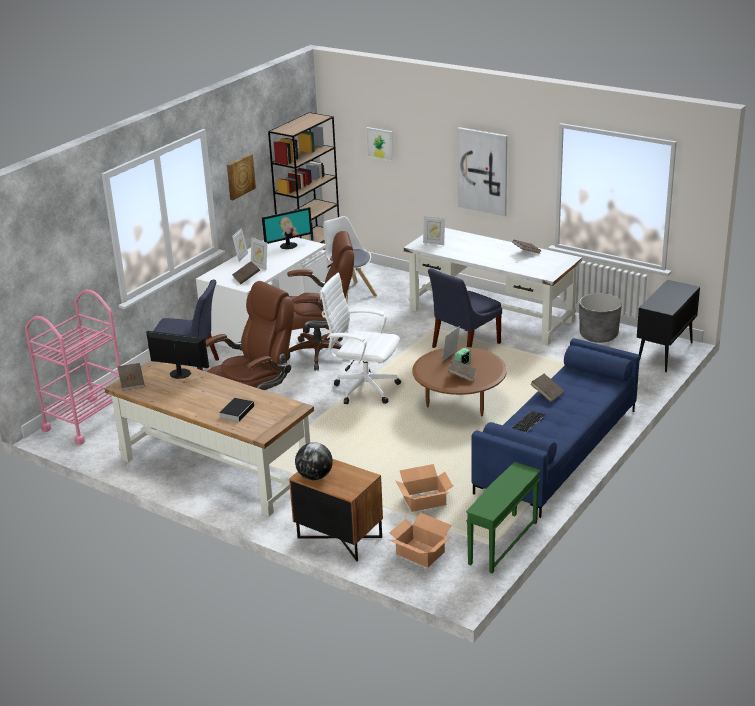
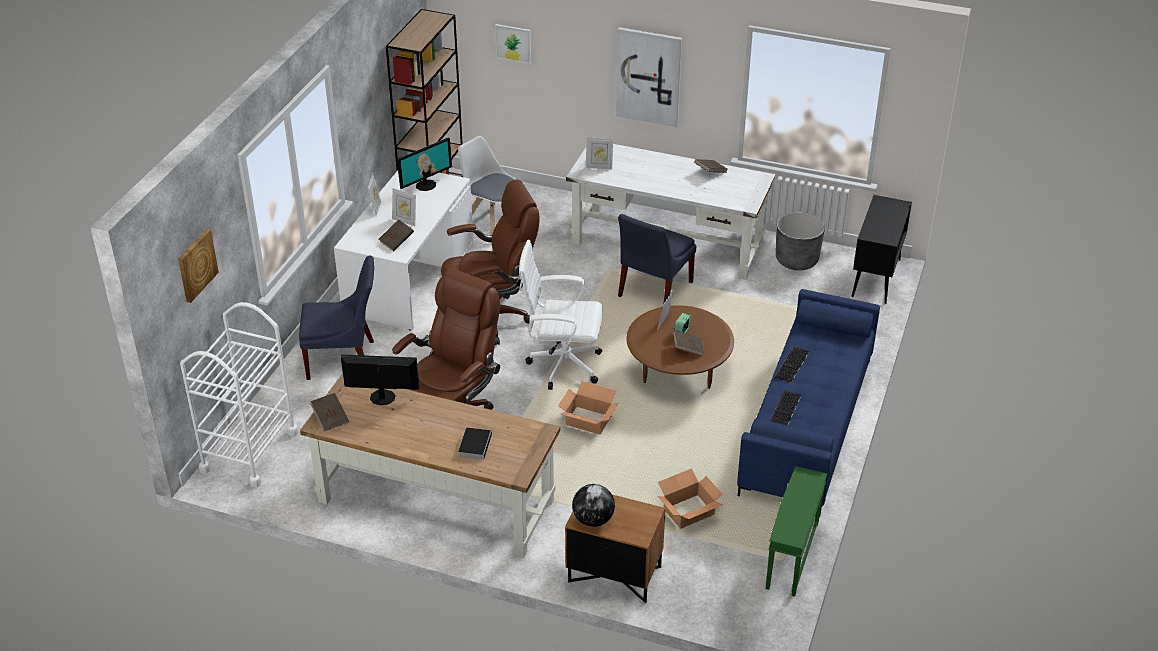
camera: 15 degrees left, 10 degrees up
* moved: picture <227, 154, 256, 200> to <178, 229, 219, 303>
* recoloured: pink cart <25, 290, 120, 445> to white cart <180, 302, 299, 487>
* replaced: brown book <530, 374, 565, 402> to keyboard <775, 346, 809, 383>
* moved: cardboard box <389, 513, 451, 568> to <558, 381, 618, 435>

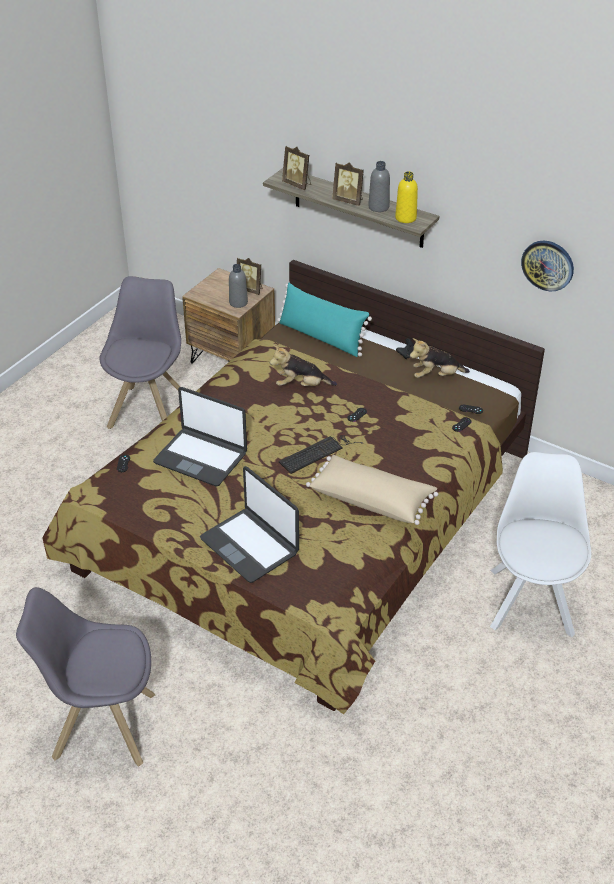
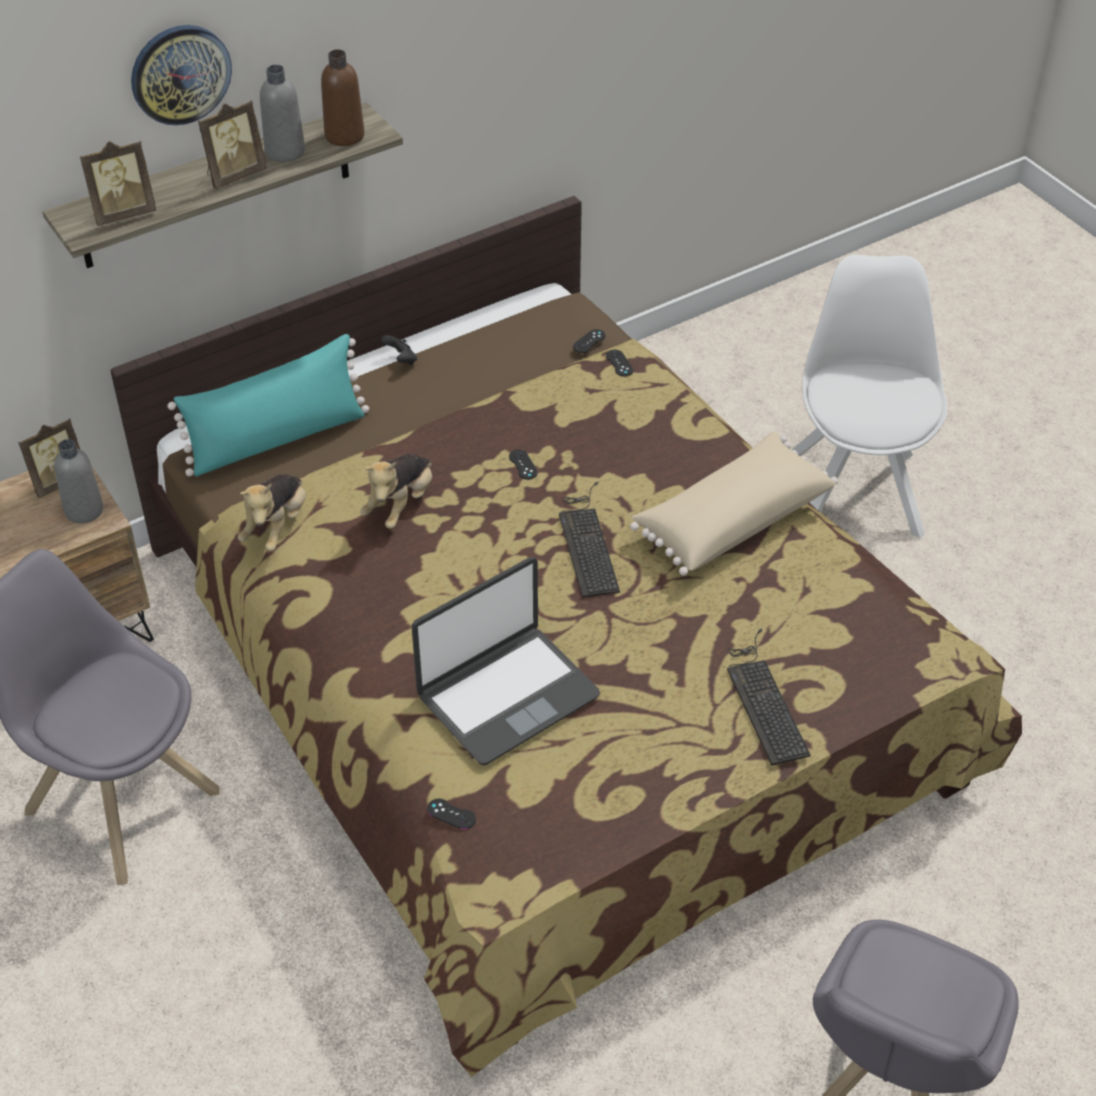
camera: 65 degrees left, 5 degrees up
* recoloured: yellow bottle <395, 171, 418, 223> to brown bottle <321, 49, 365, 146>
* moved: wall clock <521, 241, 574, 292> to <131, 25, 232, 125>
* moved: plush toy <410, 338, 470, 378> to <238, 474, 306, 552>
* turned: white chair <490, 452, 591, 638> = <791, 255, 948, 539> 60 degrees clockwise
* replaced: laptop <200, 466, 299, 583> to keyboard <727, 628, 811, 766>

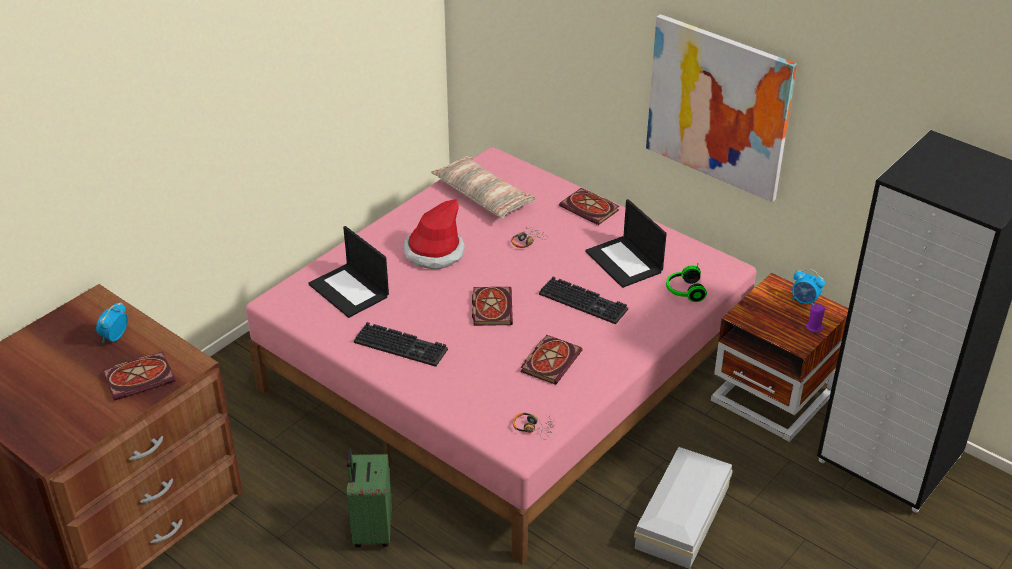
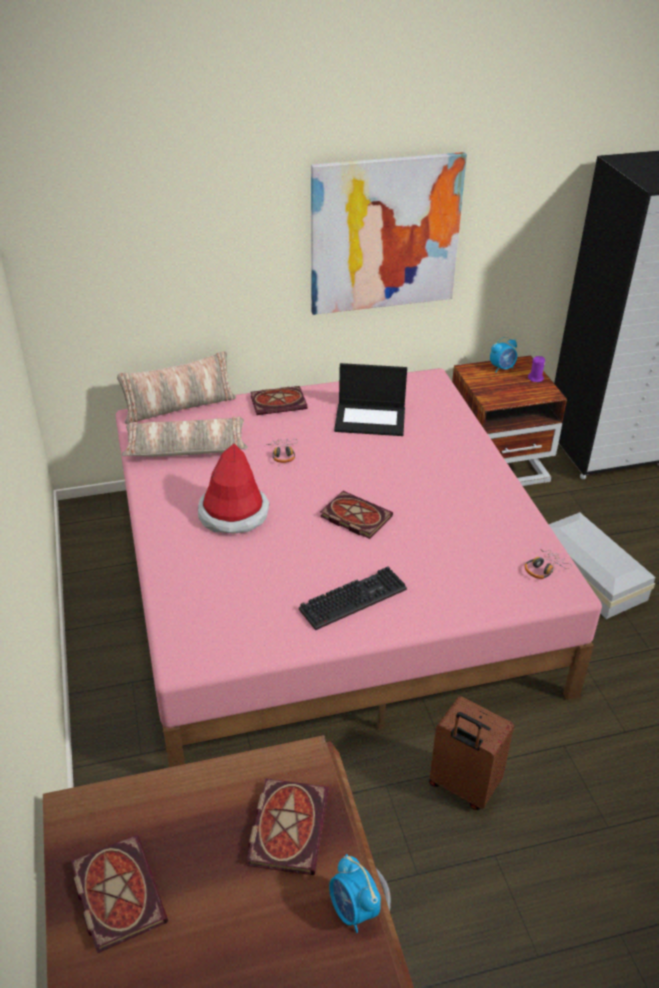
camera: 55 degrees left, 0 degrees up
* removed: laptop <308, 226, 389, 318>
* removed: headphones <666, 264, 707, 302>
* removed: keyboard <539, 276, 628, 324>
* moved: alarm clock <96, 302, 128, 344> to <329, 854, 381, 933>
* moved: book <520, 335, 582, 385> to <71, 835, 168, 953>
* recoloured: green suitcase <347, 448, 392, 547> to brown suitcase <429, 696, 514, 810>
* added: pillow <117, 351, 236, 424>

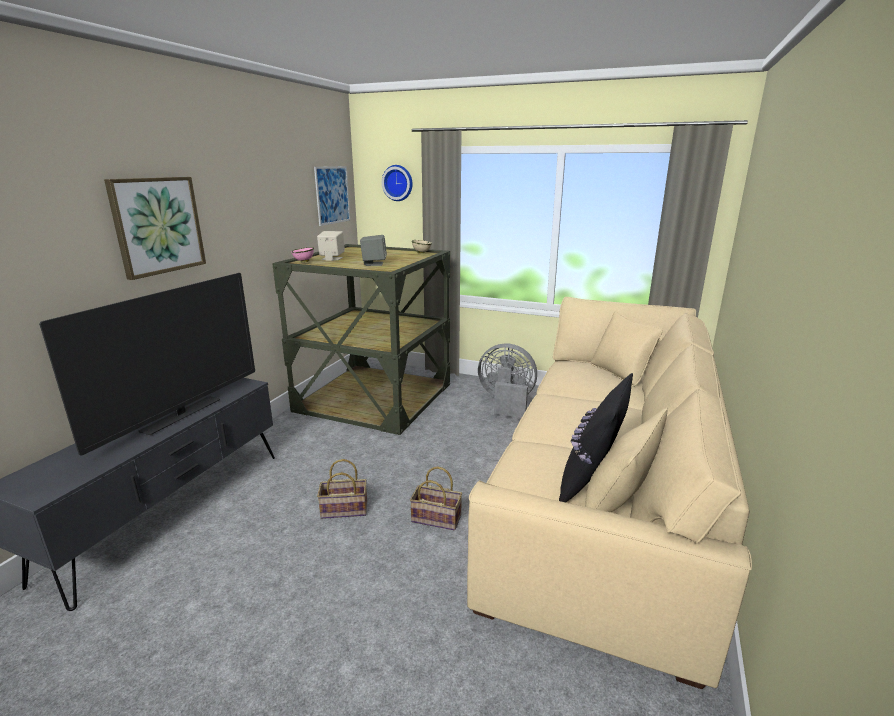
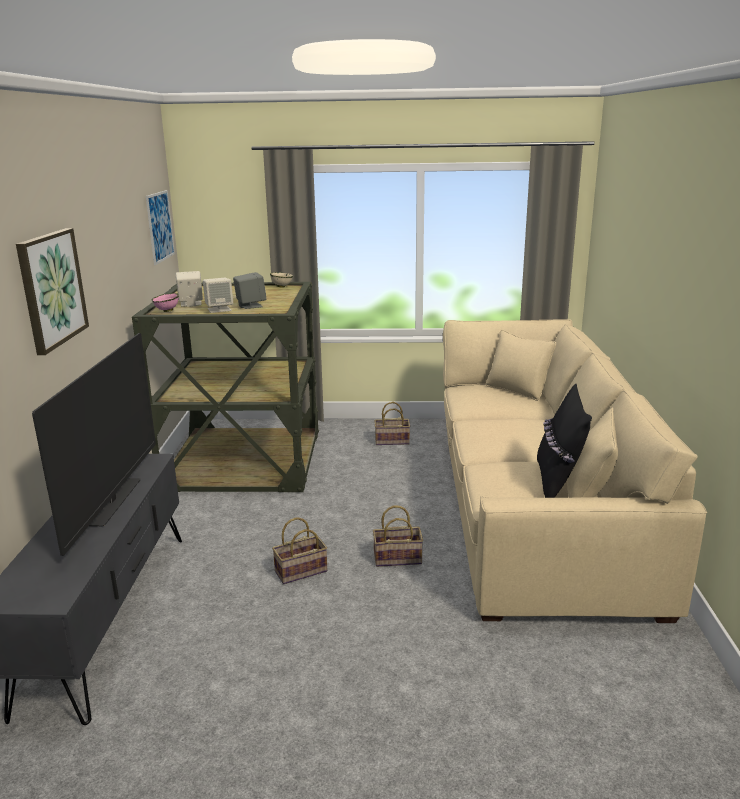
camera: 20 degrees left, 0 degrees up
* removed: wall clock <382, 165, 413, 201>
* replaced: grey fan <478, 343, 537, 418> to basket <374, 402, 410, 445>
* added: beige speaker <203, 278, 233, 313>

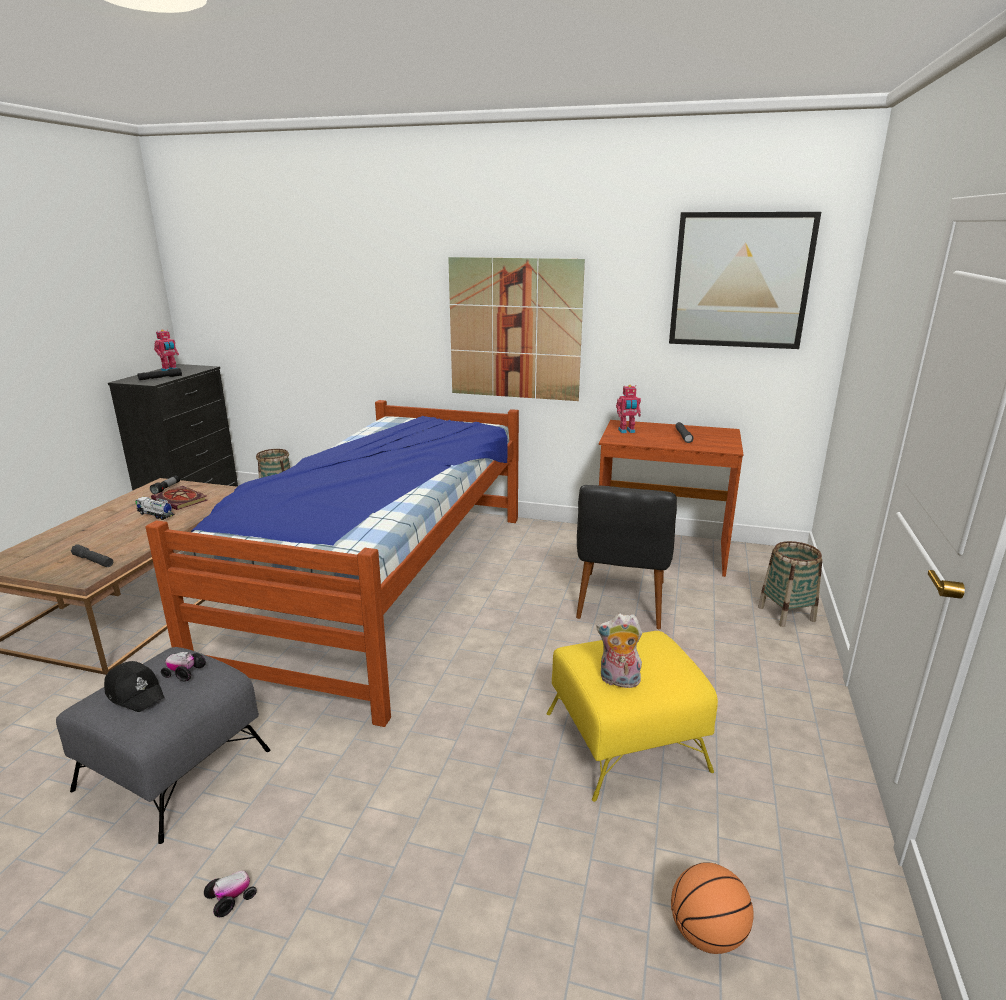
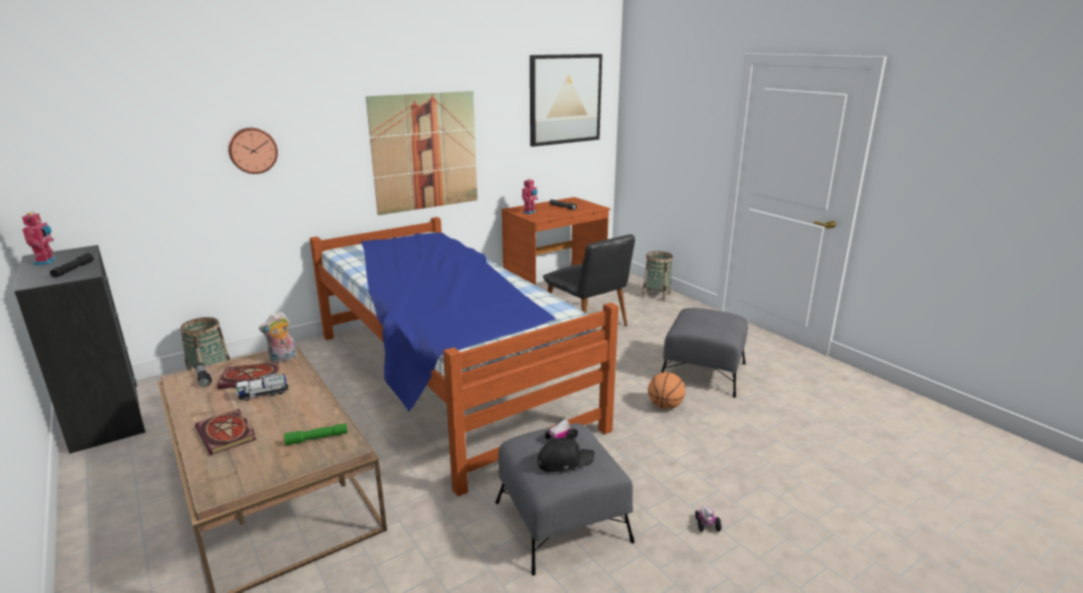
camera: 50 degrees left, 0 degrees up
* recoloured: grey flashlight <71, 544, 113, 567> to green flashlight <284, 423, 348, 446>
* moved: plush toy <596, 614, 642, 688> to <259, 312, 296, 363>
* recoloured: yellow ottoman <547, 631, 718, 802> to grey ottoman <661, 308, 748, 398>
* moved: basketball <671, 862, 754, 954> to <648, 372, 685, 409>
* added: wall clock <228, 128, 278, 174>
* added: book <195, 409, 256, 455>

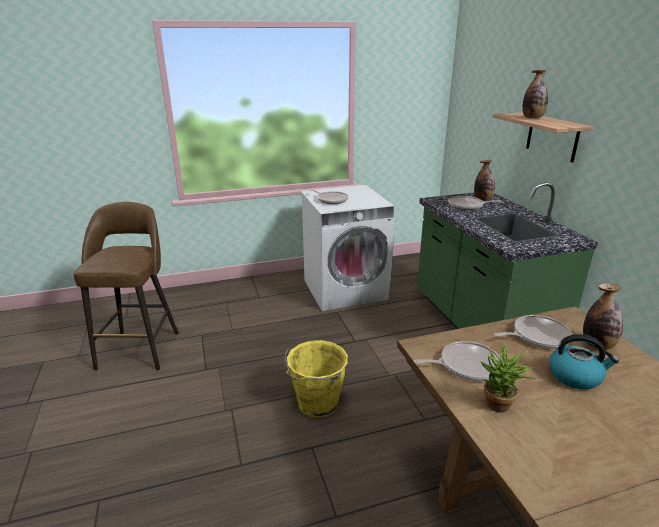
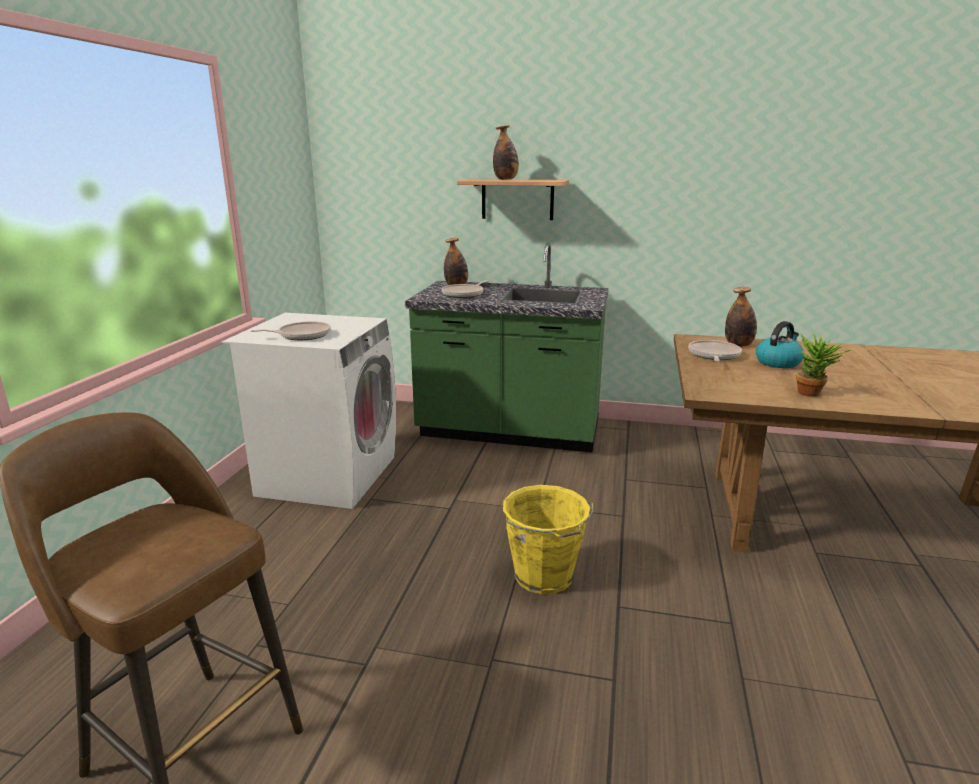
camera: 60 degrees left, 5 degrees down
* removed: frying pan <414, 341, 500, 381>

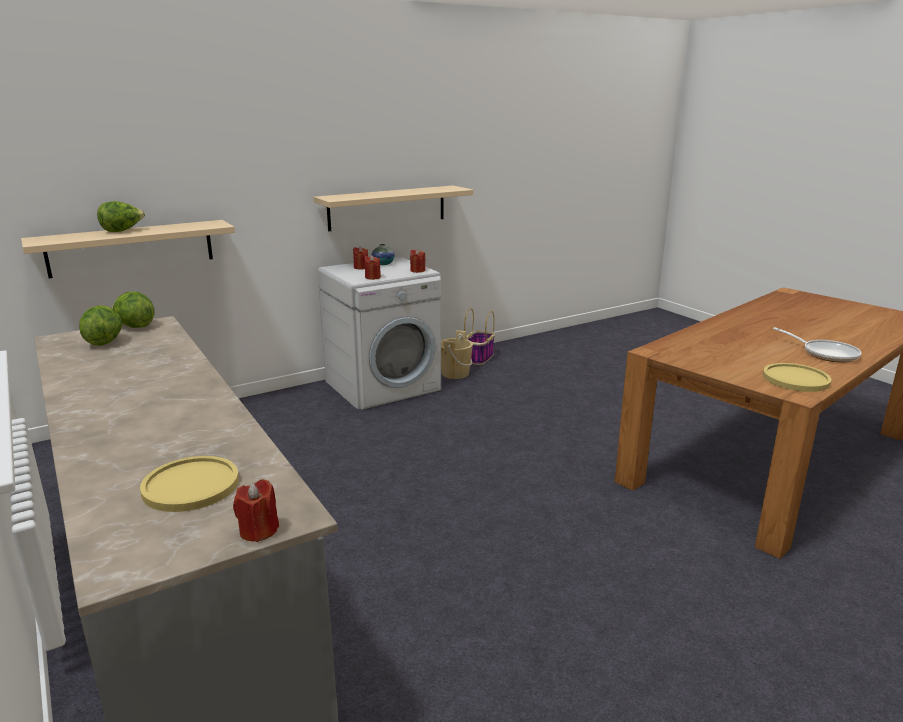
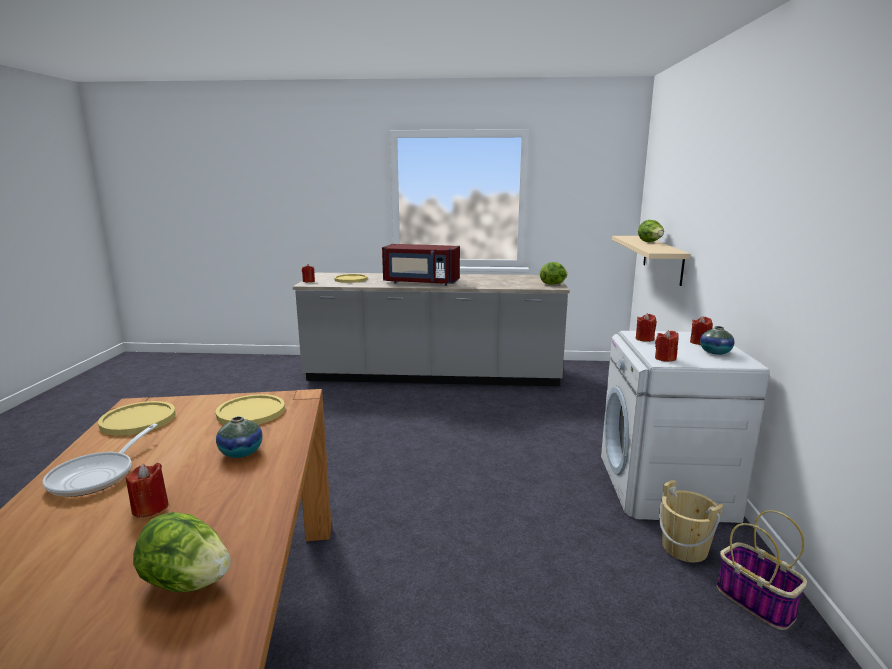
camera: 125 degrees right, 5 degrees down
* removed: beige shelf <313, 186, 473, 231>
* moved: lettuce <79, 305, 122, 346> to <133, 512, 231, 592>
* turned: frying pan <773, 327, 862, 362> = <43, 424, 158, 497> 75 degrees counterclockwise
* added: red microwave <382, 244, 460, 286>
* added: yellow plate <216, 394, 285, 425>
* added: vase <216, 416, 263, 458>
* added: red candle <126, 463, 169, 518>

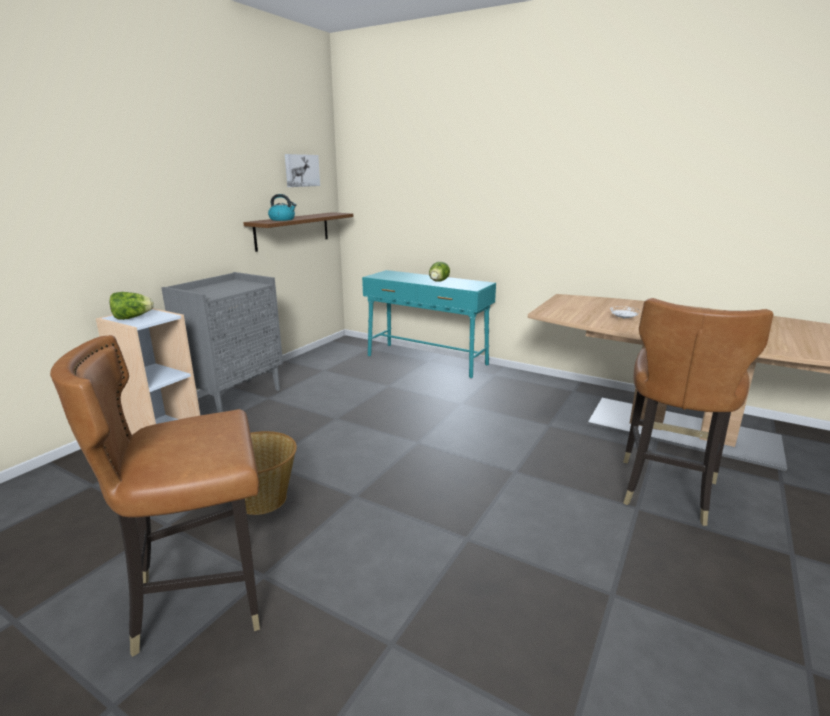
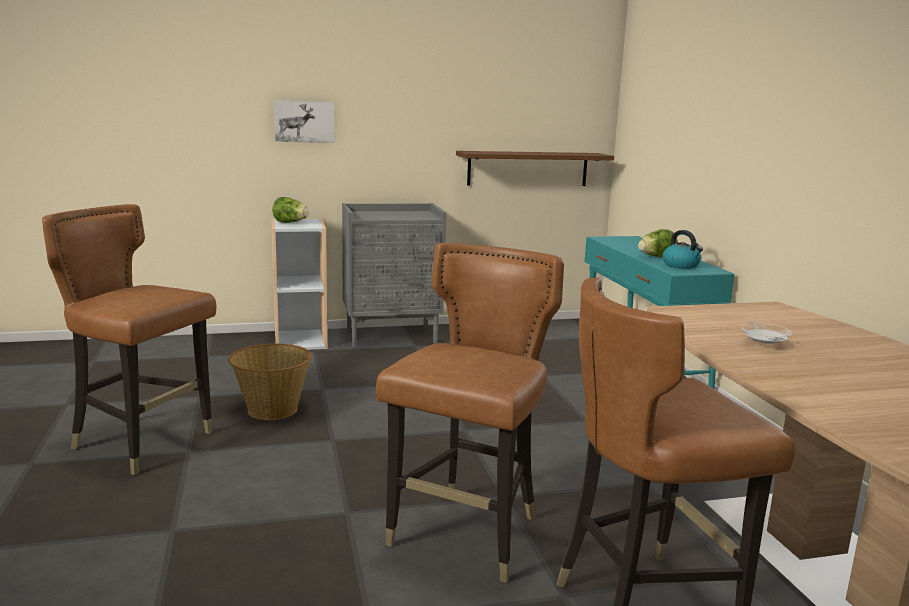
camera: 45 degrees right, 5 degrees down
* moved: picture <285, 154, 320, 187> to <274, 100, 335, 143>
* moved: kettle <268, 194, 297, 221> to <662, 230, 703, 269>
* added: brown chair <376, 243, 564, 583>

